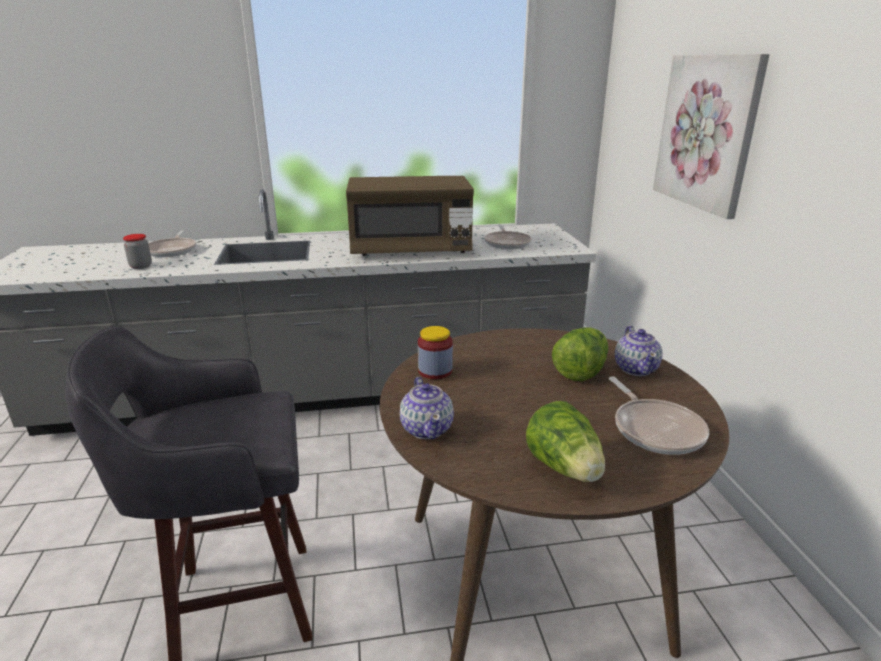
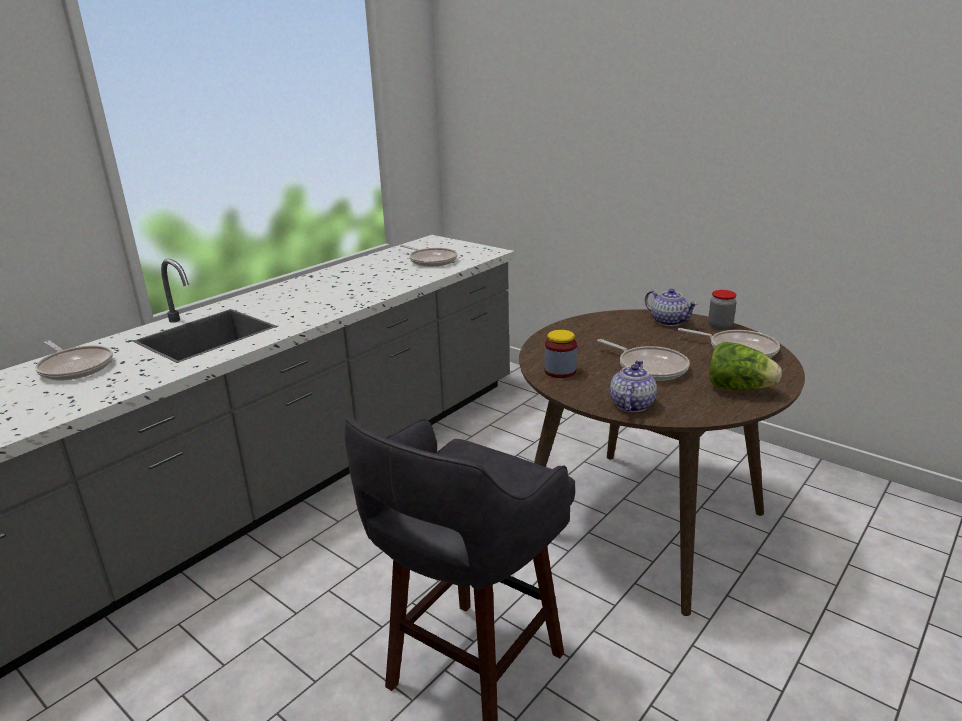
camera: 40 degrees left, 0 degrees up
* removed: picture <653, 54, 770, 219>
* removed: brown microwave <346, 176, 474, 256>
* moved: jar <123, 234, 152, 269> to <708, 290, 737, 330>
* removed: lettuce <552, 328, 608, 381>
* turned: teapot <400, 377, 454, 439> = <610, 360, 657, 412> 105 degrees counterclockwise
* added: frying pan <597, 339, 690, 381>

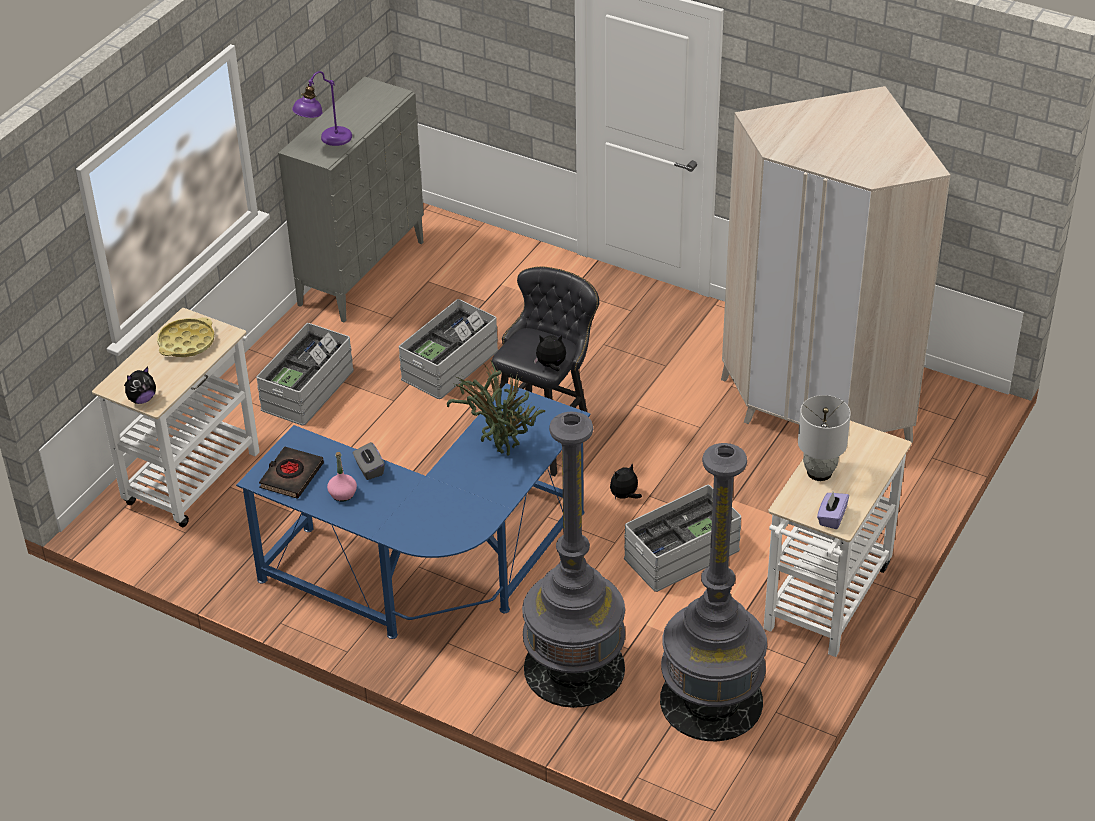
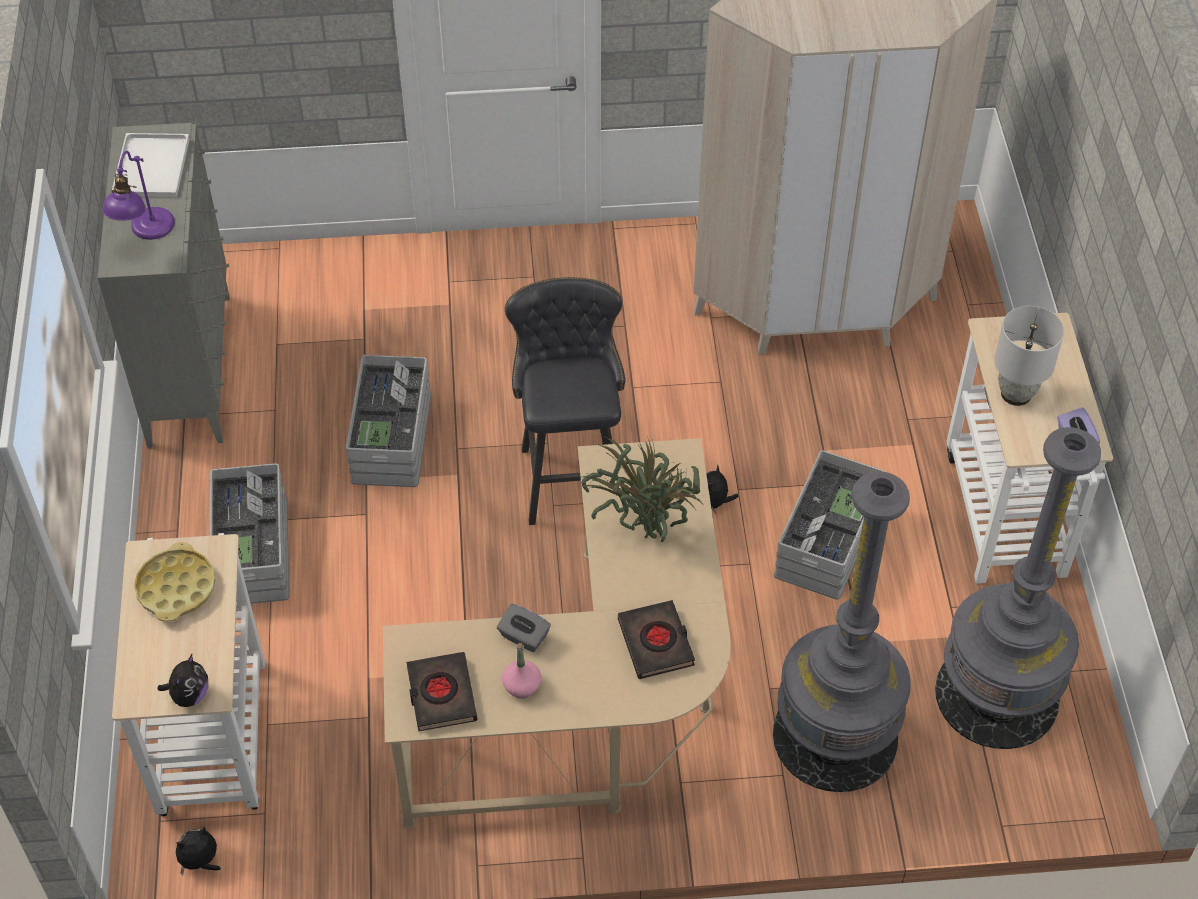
camera: 35 degrees left, 10 degrees up
* moved: plush toy <534, 335, 566, 371> to <176, 826, 221, 875>
* recoloured: blue desk <236, 383, 590, 639> to beige desk <383, 438, 731, 829>
* added: white tray <111, 133, 190, 197>
* added: black book <618, 600, 695, 679>

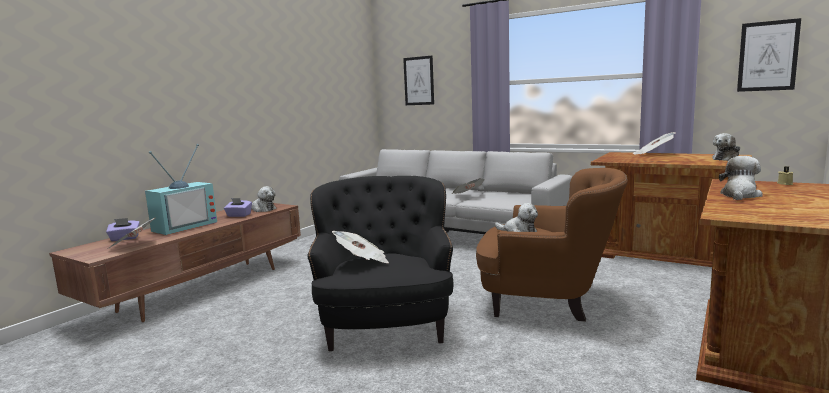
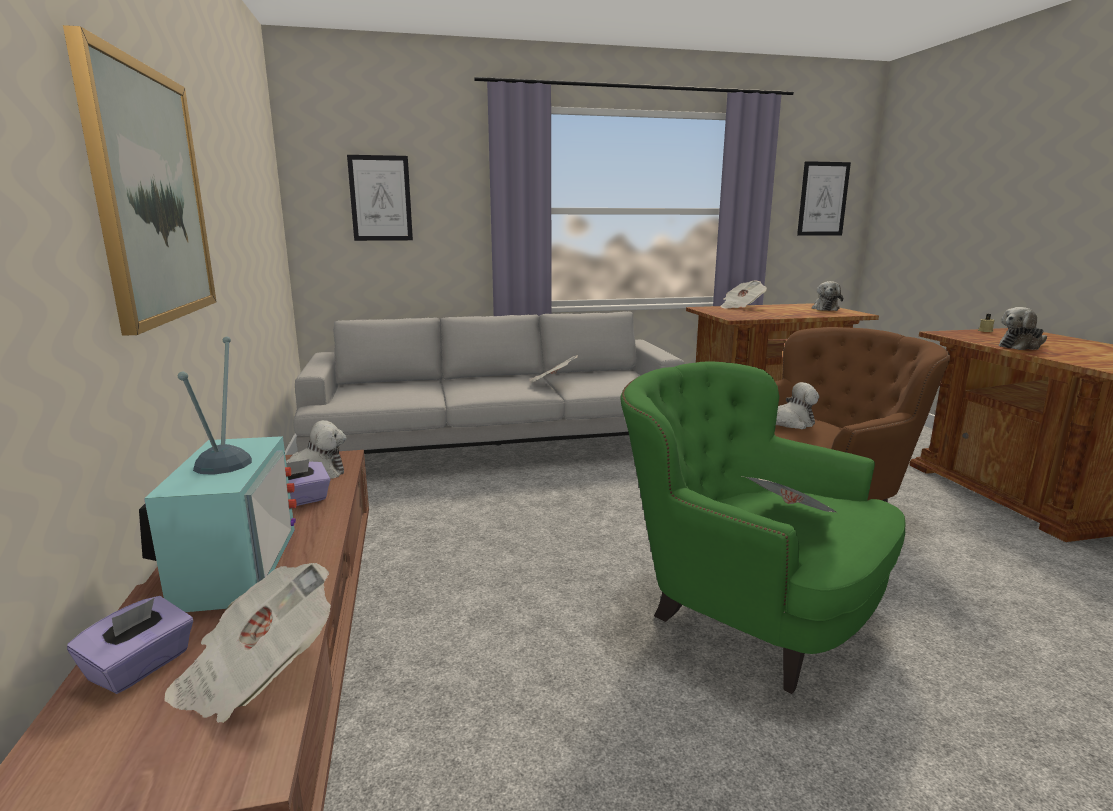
camera: 45 degrees left, 5 degrees up
* turned: plush toy <719, 156, 763, 200> = <999, 307, 1047, 350> 105 degrees counterclockwise
* recoloured: black armchair <307, 176, 453, 351> to green armchair <621, 362, 906, 694>
* added: picture <63, 25, 217, 336>

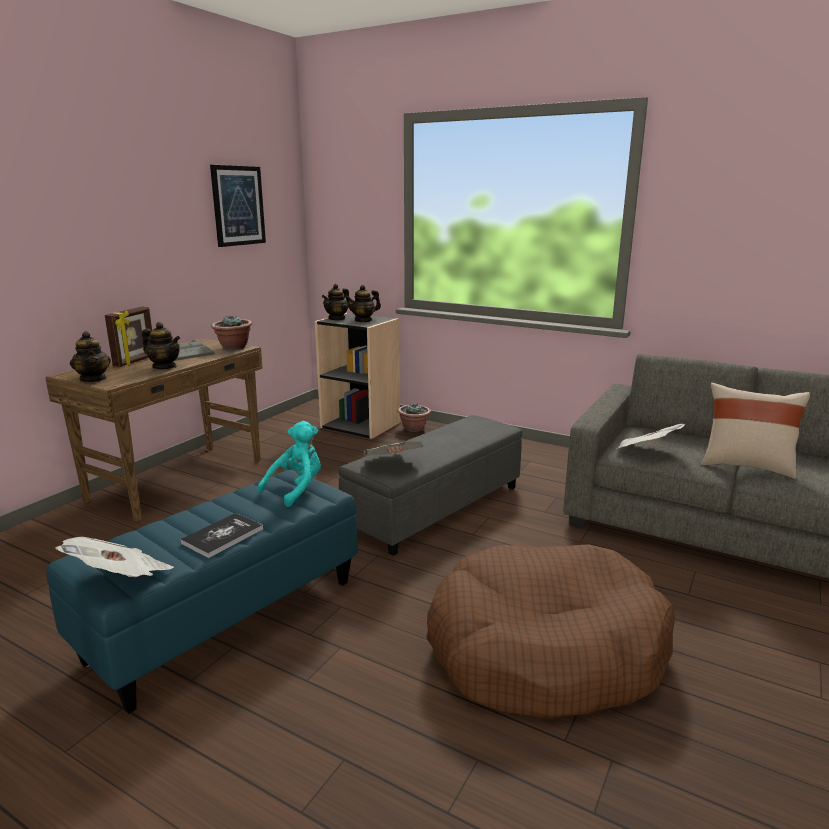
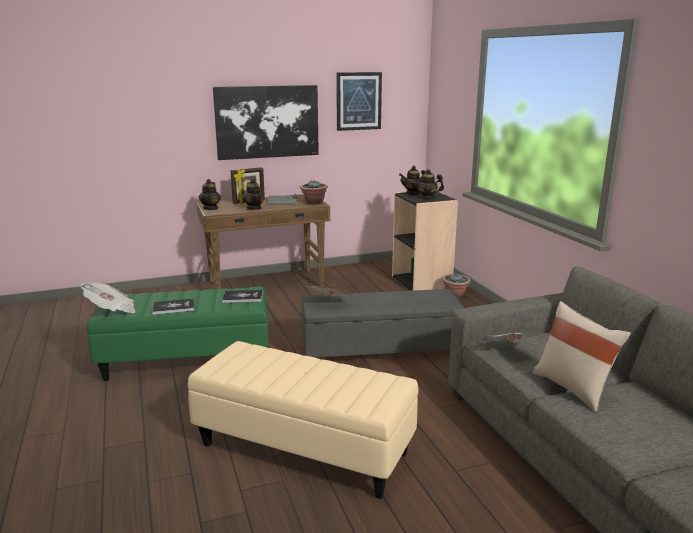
camera: 40 degrees right, 0 degrees up
* replaced: turquoise plush toy <257, 421, 321, 507> to book <222, 290, 263, 303>
* recoloured: blue ottoman <46, 470, 358, 714> to green ottoman <87, 287, 269, 381>
* replaced: brown dog bed <427, 544, 675, 719> to beige ottoman <188, 341, 418, 499>
* added: picture <213, 85, 319, 160>

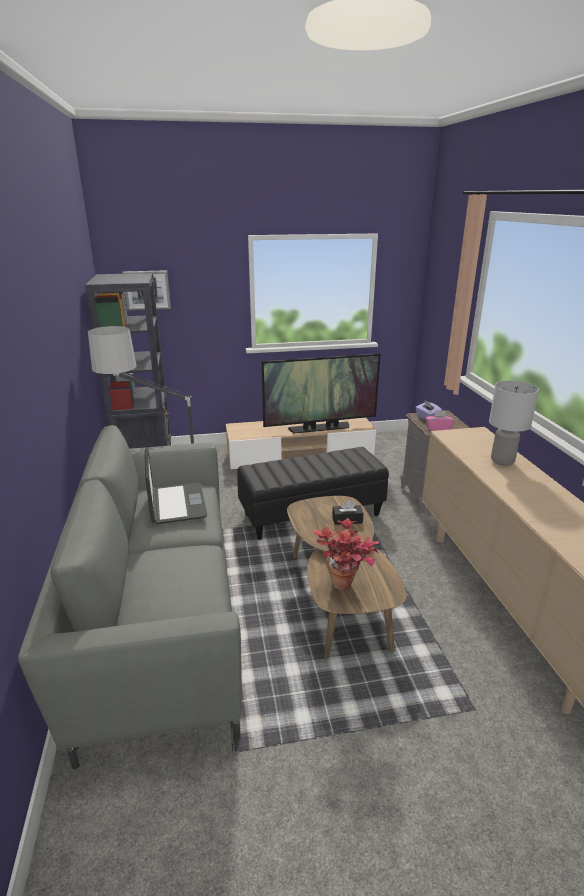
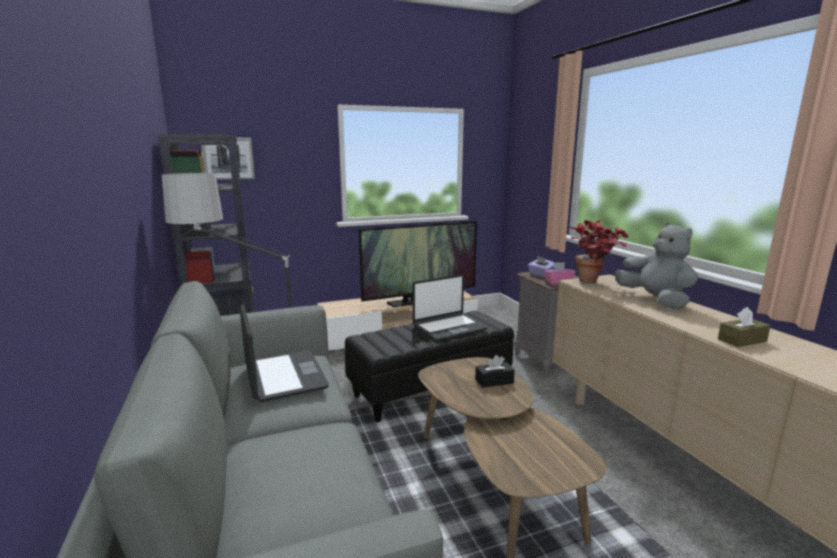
camera: 10 degrees left, 10 degrees down
* replaced: grey table lamp <489, 380, 539, 466> to grey plush toy <615, 222, 698, 309>
* moved: potted plant <313, 518, 380, 590> to <570, 220, 628, 283>
* added: laptop <413, 274, 488, 341>
* added: brown tissue box <718, 307, 771, 347>

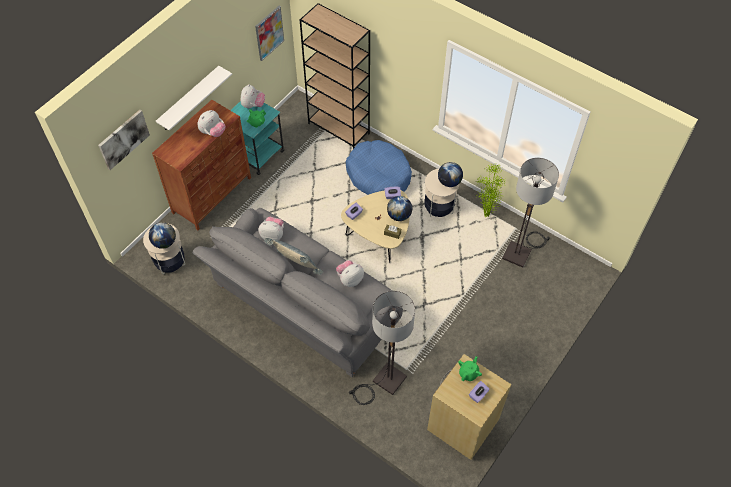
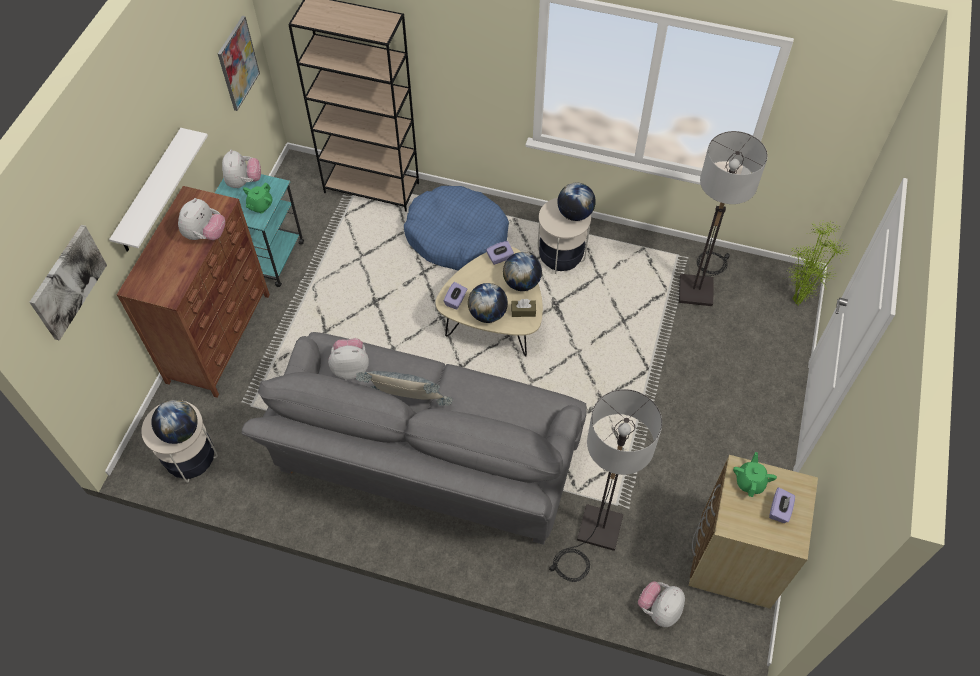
camera: 20 degrees left, 0 degrees up
* moved: potted plant <476, 164, 505, 217> to <788, 220, 849, 306>
* moved: plush toy <336, 260, 364, 287> to <638, 581, 685, 627>
* added: globe <468, 283, 508, 323>

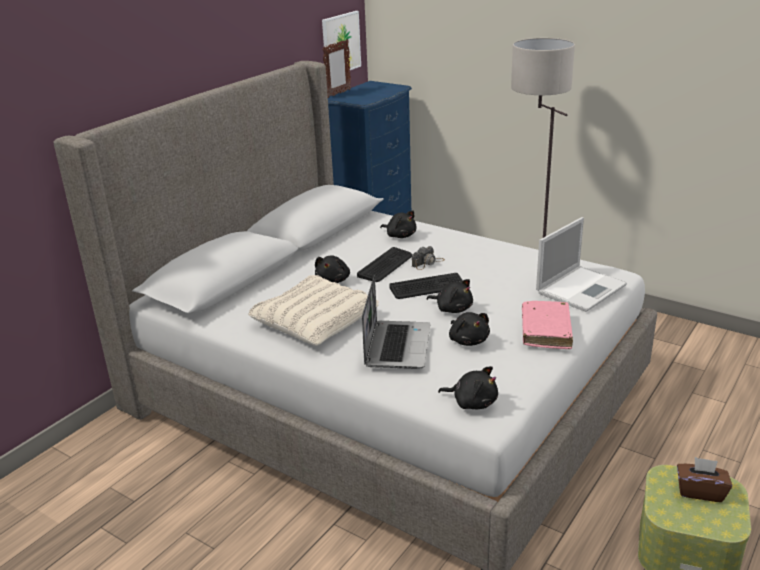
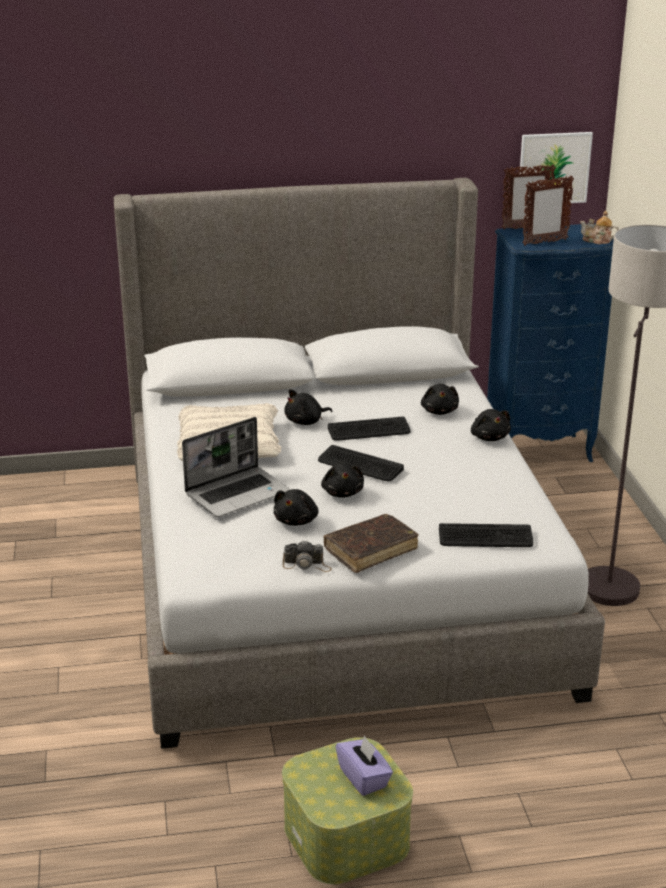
camera: 45 degrees right, 0 degrees up
* replaced: laptop <536, 217, 627, 312> to keyboard <439, 523, 533, 547>
* moved: photo camera <412, 246, 445, 270> to <283, 541, 332, 572>
* recoloured: pink book <522, 301, 573, 349> to brown book <323, 514, 419, 573>
* moved: black plush toy <438, 366, 498, 409> to <471, 409, 511, 441>
* recoloured: brown tissue box <677, 457, 732, 502> to purple tissue box <336, 735, 393, 796>
* added: picture frame <523, 176, 574, 246>
* added: teapot <580, 210, 619, 244>

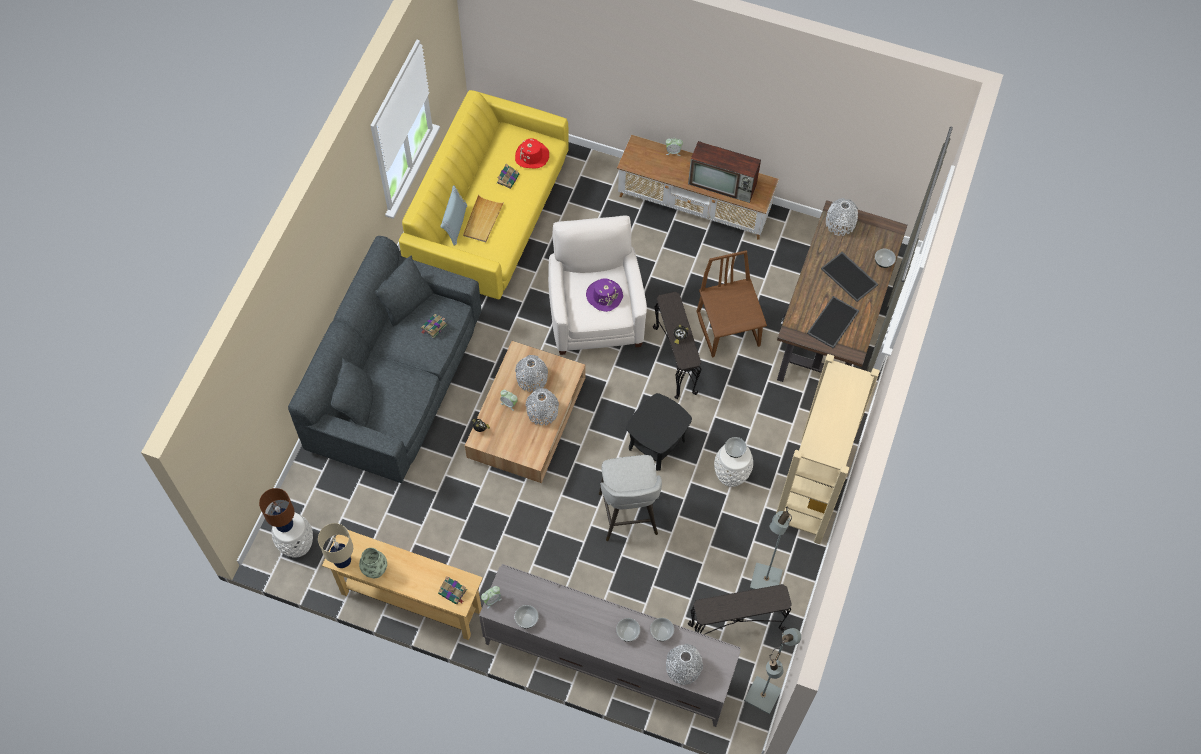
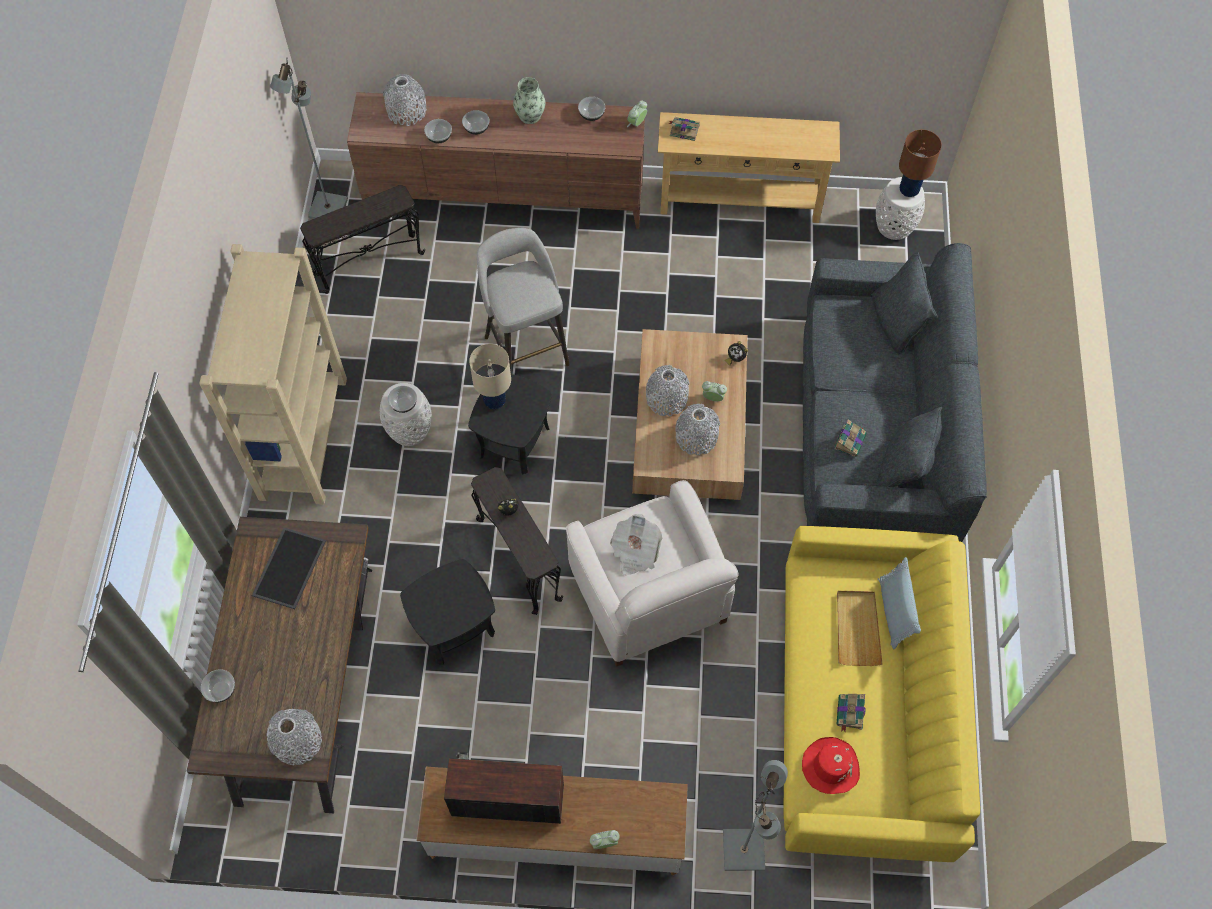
camera: 165 degrees right, 0 degrees up
* replaced: brown chair <696, 250, 767, 358> to black side table <400, 559, 495, 665>
* removed: tray <821, 252, 878, 302>
* replaced: purple hat <586, 278, 623, 312> to newspaper <610, 514, 662, 575>
* moved: grey floor lamp <750, 507, 792, 589> to <723, 760, 788, 871>
* moved: beige table lamp <318, 523, 353, 568> to <469, 344, 511, 409>
* moved: vase <359, 548, 387, 578> to <513, 77, 545, 124>
* recoloured: grey cabinet <479, 564, 741, 727> to brown cabinet <347, 92, 645, 229>

